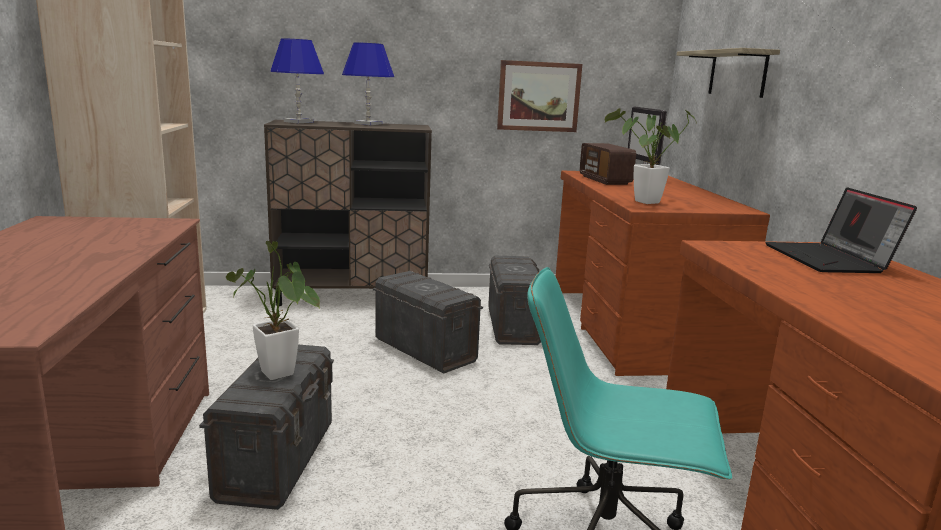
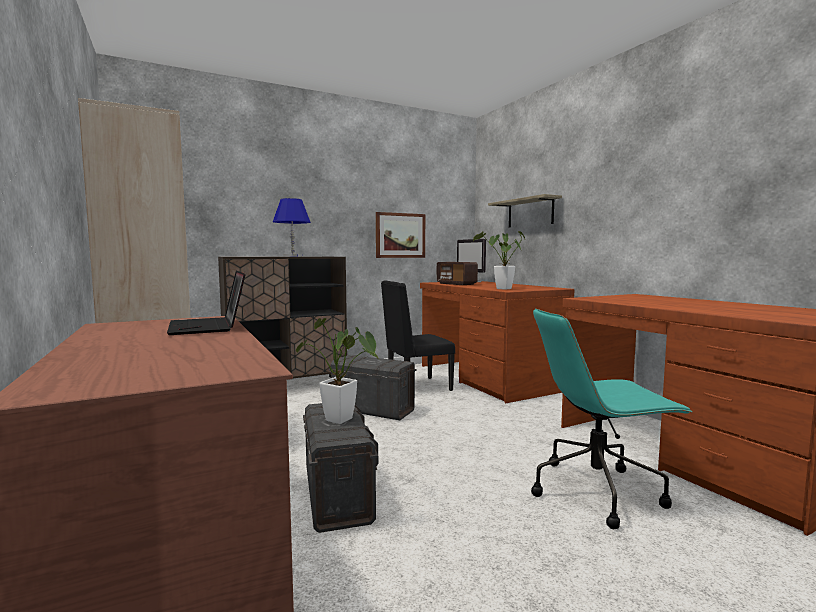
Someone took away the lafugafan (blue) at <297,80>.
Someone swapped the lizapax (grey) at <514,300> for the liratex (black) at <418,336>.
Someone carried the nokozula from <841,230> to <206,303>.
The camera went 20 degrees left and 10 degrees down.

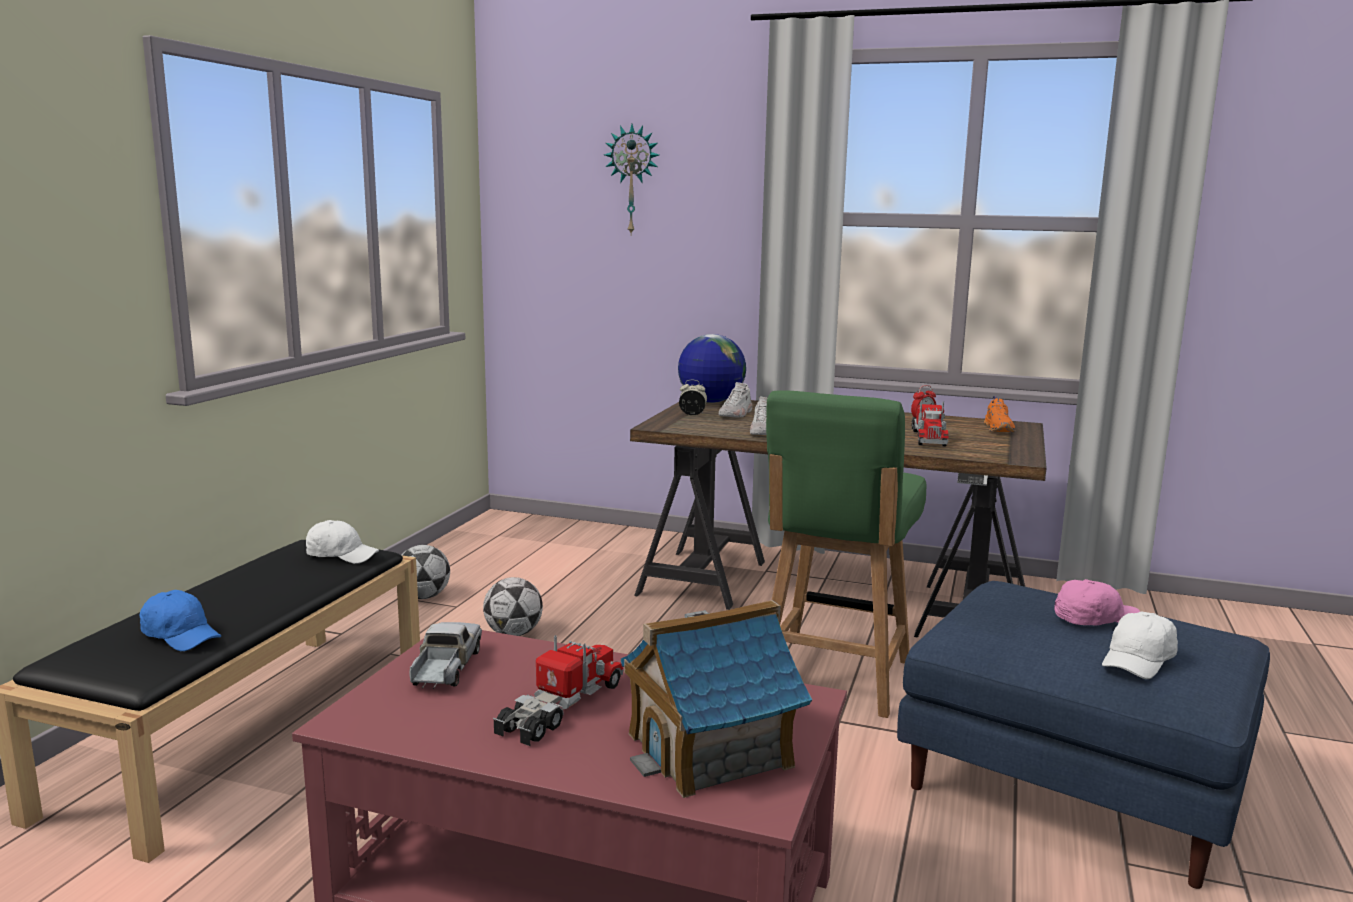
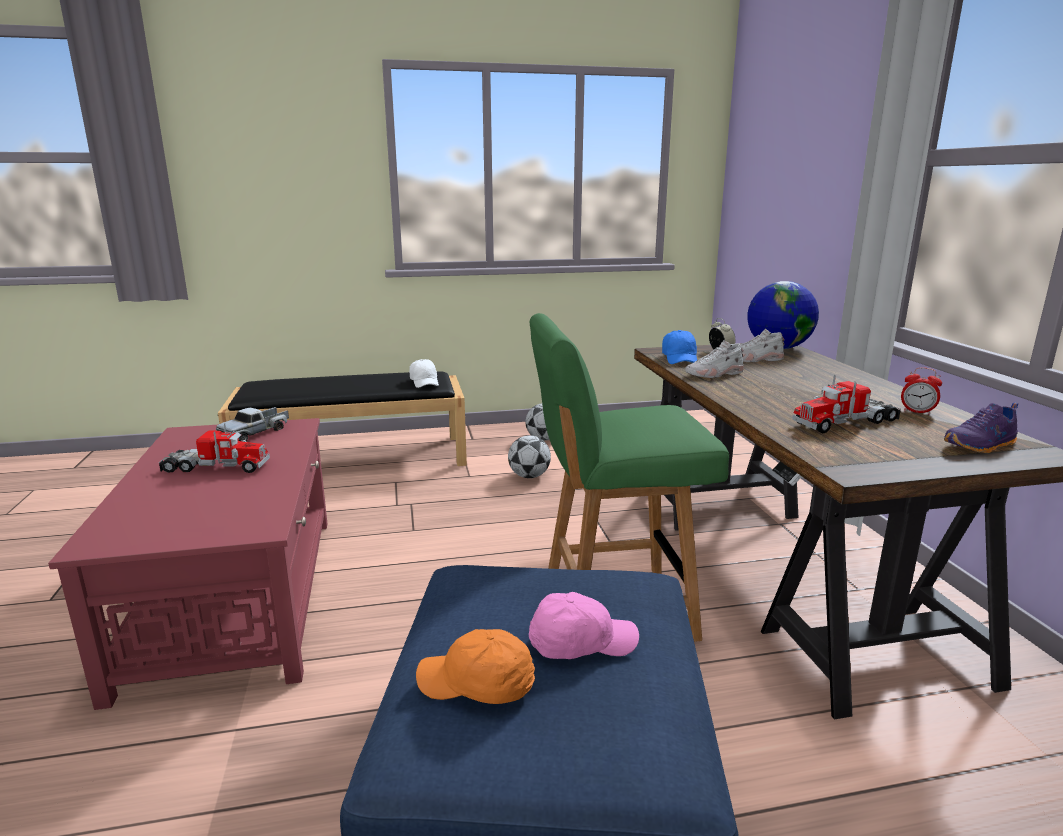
Someone carried the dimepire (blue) from <180,620> to <679,347>.
Someone rotated the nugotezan at <445,655> by 150 degrees clockwise.
Someone took away the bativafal at <631,179>.
Someone took away the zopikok at <716,699>.
Someone repainted the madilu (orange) at <999,414>, which became the madilu (purple) at <981,427>.
Someone rotated the dimepire (pink) at <1097,602> by 60 degrees counterclockwise.
Someone repainted the dimepire (white) at <1140,645>, which became the dimepire (orange) at <475,666>.
The camera went 60 degrees right and 5 degrees up.

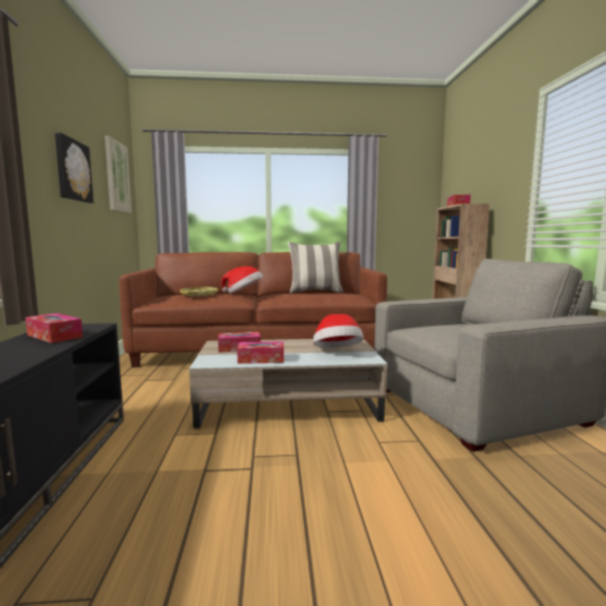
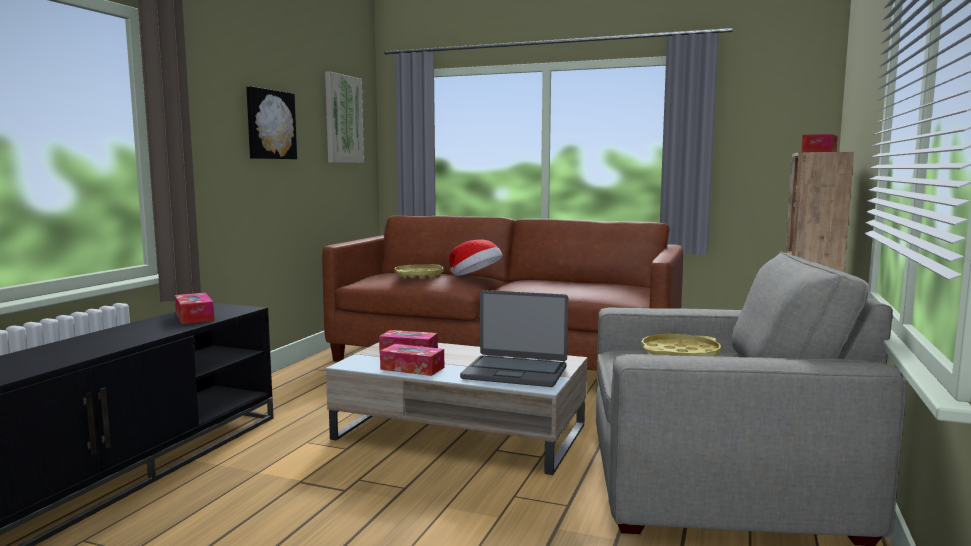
Someone took away the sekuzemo at <316,267>.
Someone swapped the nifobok at <338,331> for the nokozula at <514,338>.
Someone put down the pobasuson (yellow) at <681,345>.
The camera went 25 degrees right and 0 degrees up.

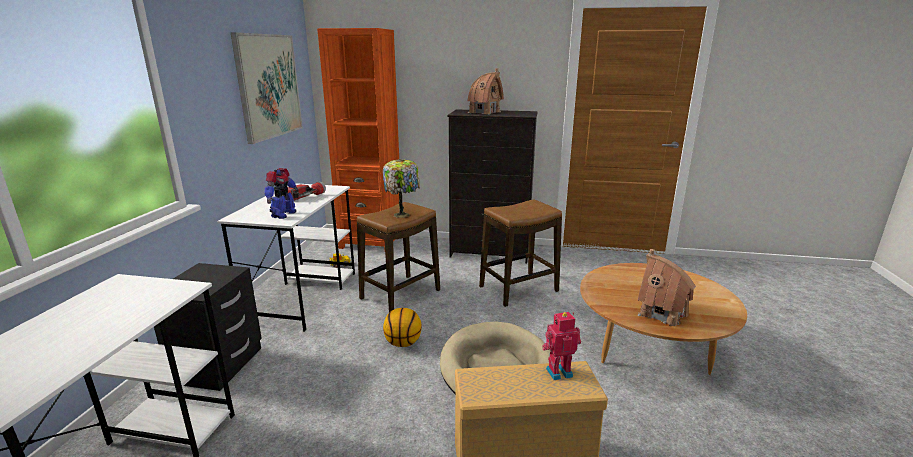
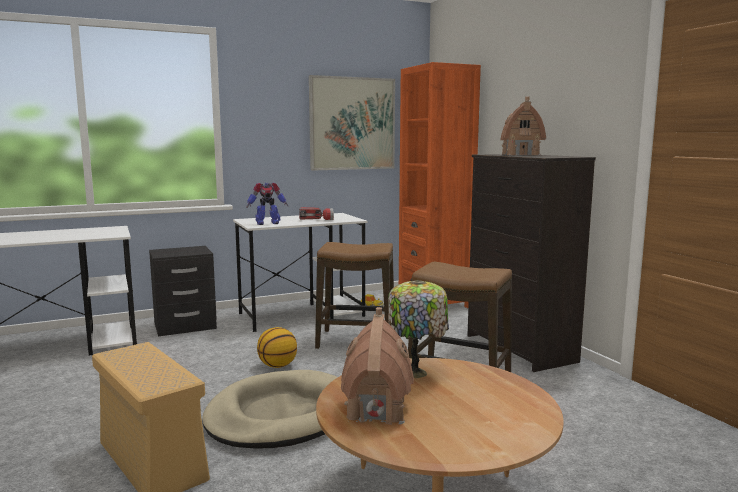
Someone carried the lafugafan from <401,188> to <418,329>.
Someone took away the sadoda at <561,346>.
The camera went 55 degrees right and 10 degrees down.

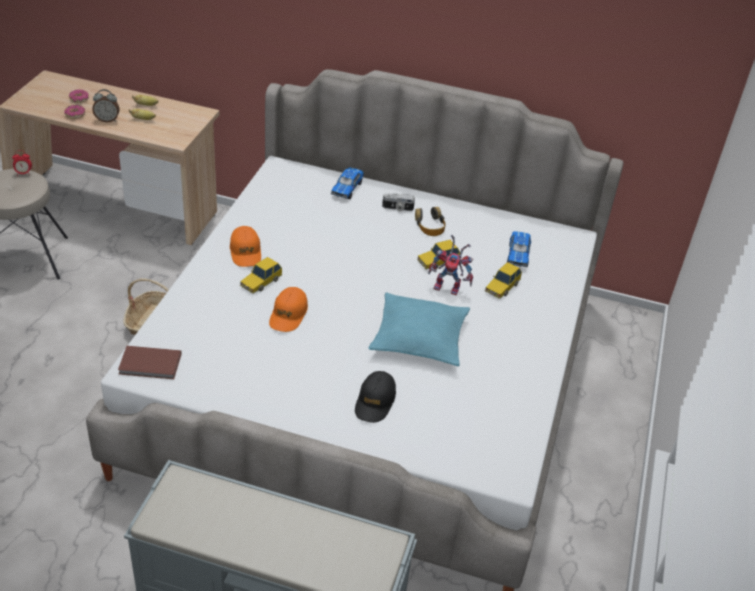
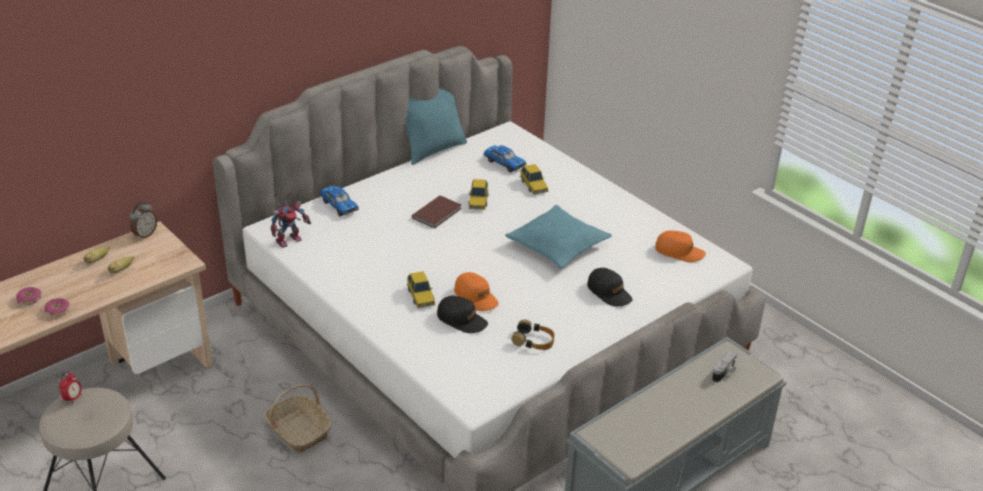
Someone carried the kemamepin from <106,105> to <143,221>.
Someone carried the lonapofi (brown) from <149,362> to <436,212>.
Someone carried the dimepire (orange) from <245,246> to <680,246>.
Someone carried the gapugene from <398,202> to <724,367>.
Someone carried the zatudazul from <430,221> to <533,334>.
Someone carried the sadoda from <450,264> to <291,219>.
Someone put down the sekuzemo (turquoise) at <436,126>.
Someone put down the dimepire (black) at <462,314>.
The camera went 55 degrees left and 5 degrees down.

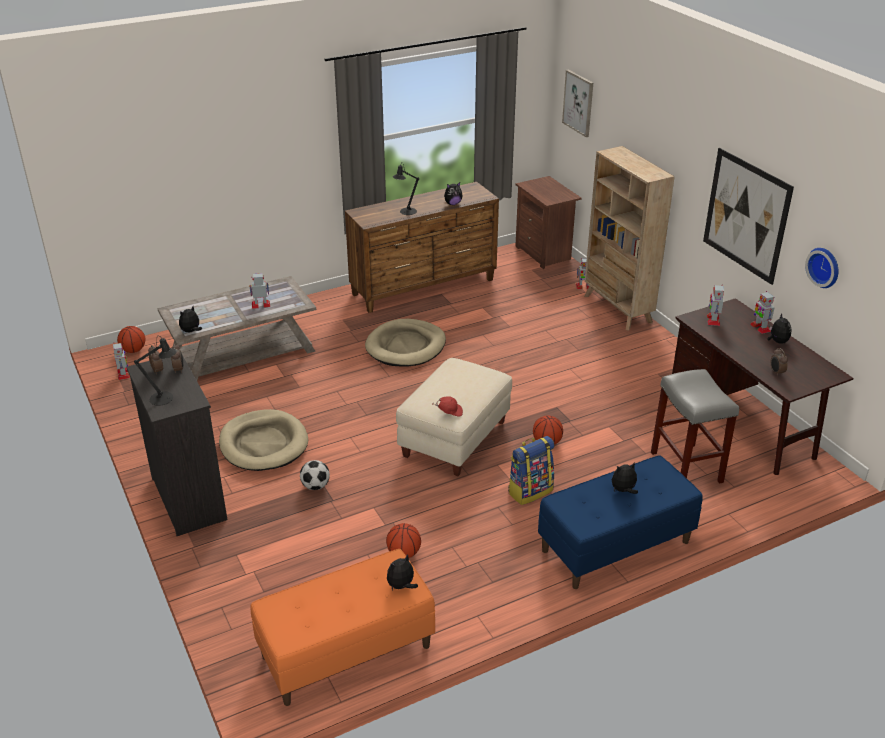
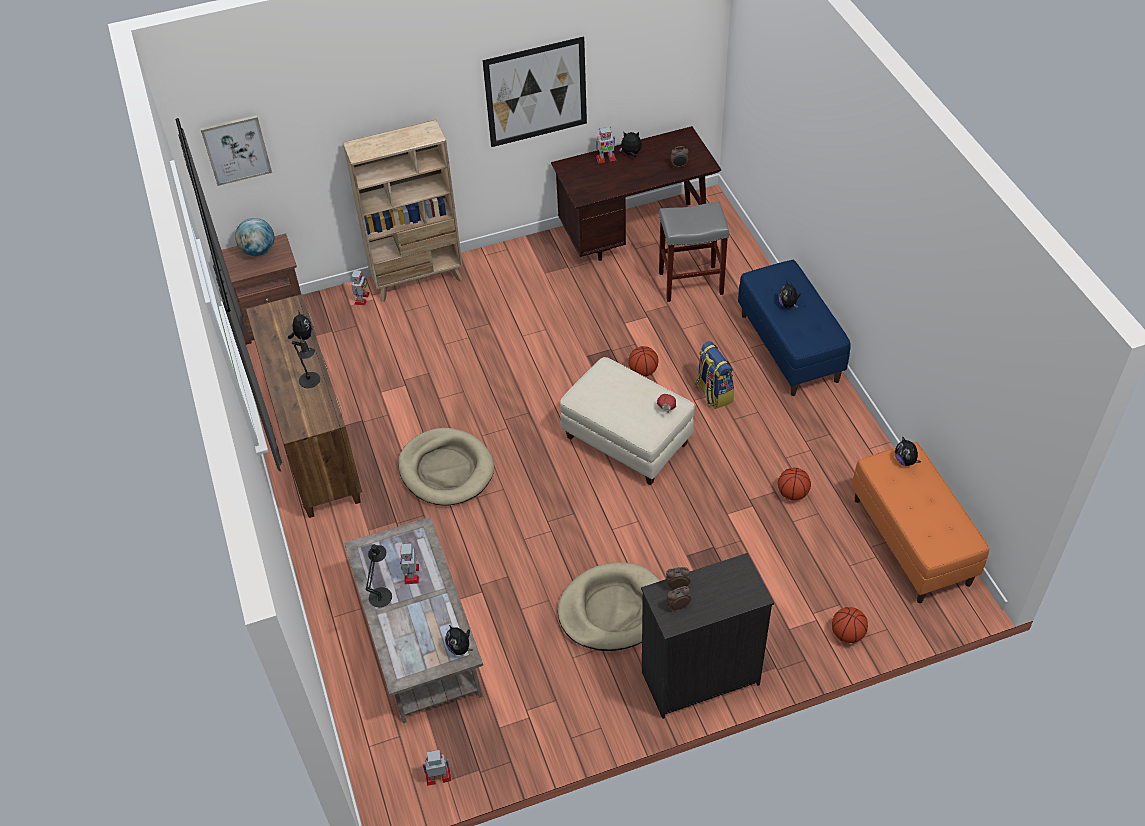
Someone carried the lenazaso from <131,339> to <850,625>.
Someone carried the lafugafan (black) from <155,372> to <379,575>.
Someone took away the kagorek at <315,475>.
Someone took away the sadoda at <715,305>.
Someone took away the bativafal at <821,268>.
Someone put down the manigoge at <254,237>.
The camera went 80 degrees left and 15 degrees up.

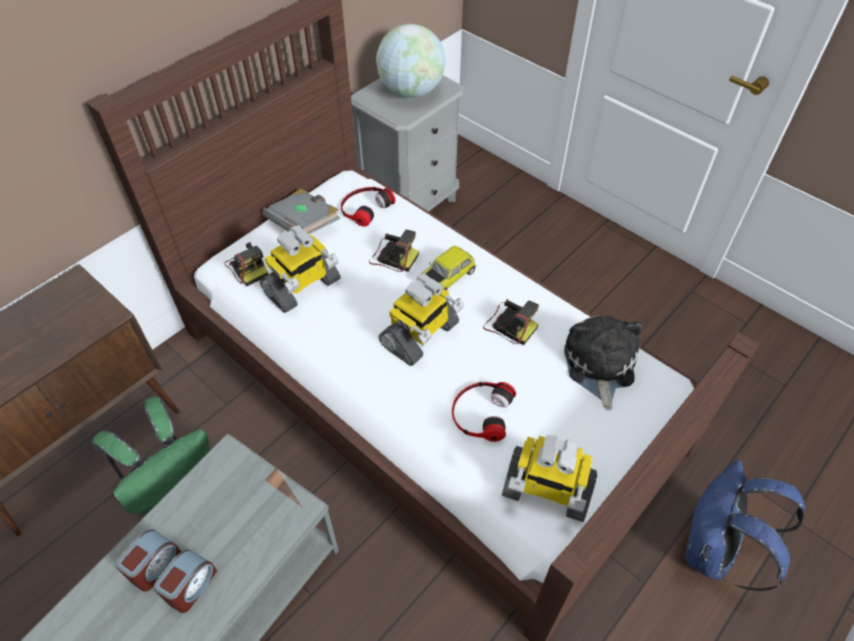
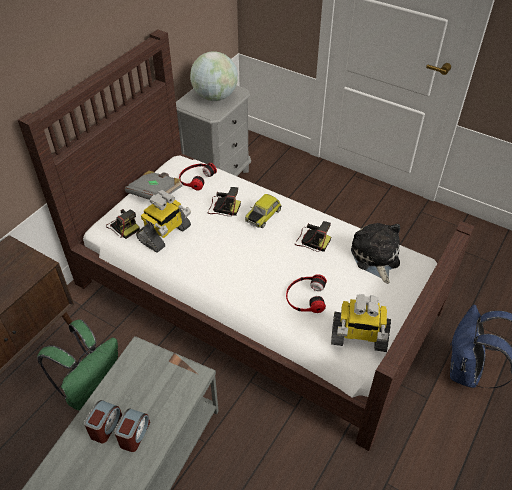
Someone took away the sadoda at <422,319>.
The camera went 10 degrees left and 5 degrees down.

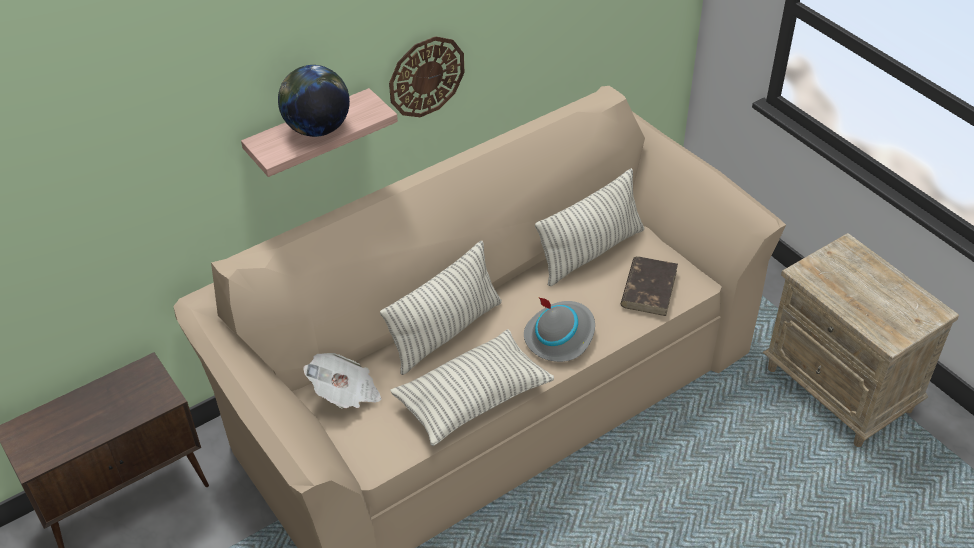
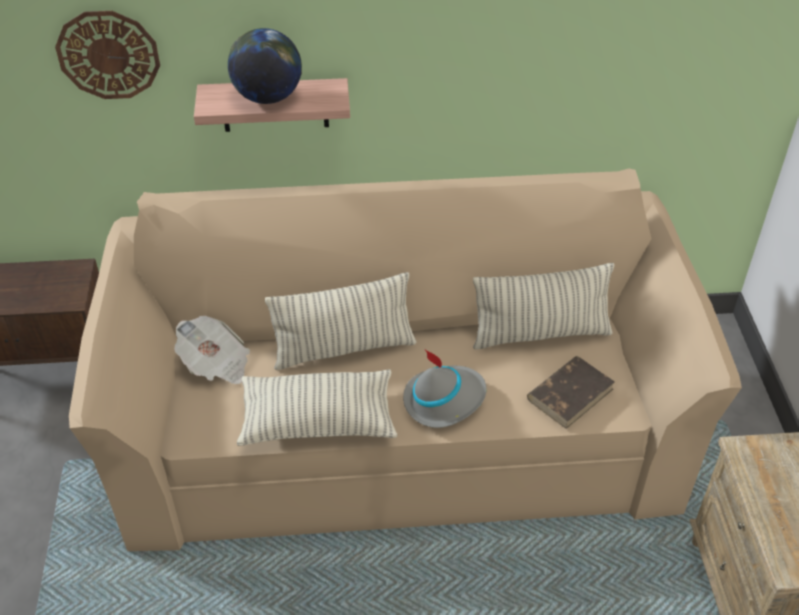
Someone carried the bativafal from <426,76> to <107,55>.
The camera went 30 degrees right and 0 degrees up.

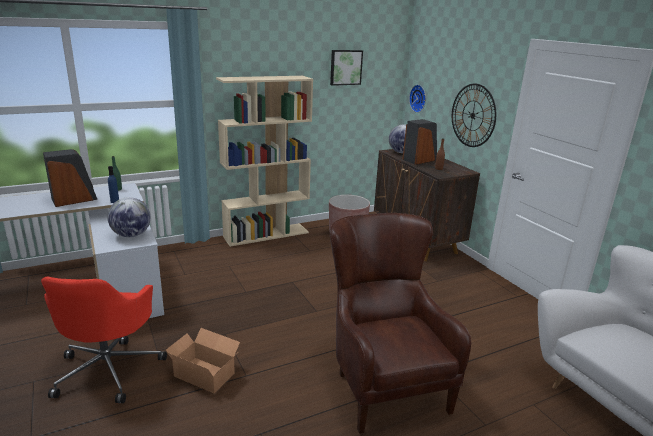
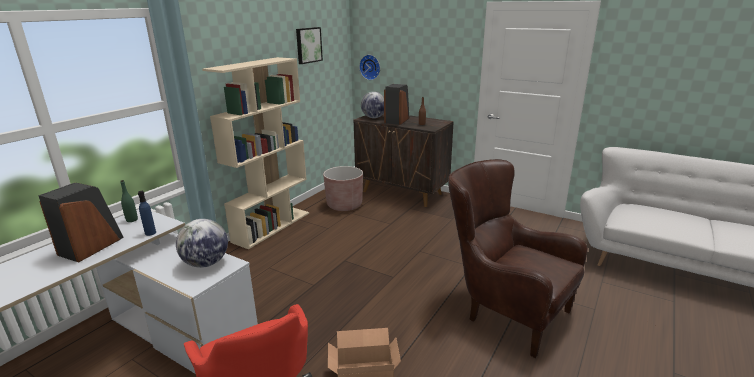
Someone took away the bativafal at <474,115>.
The camera went 30 degrees left and 0 degrees up.

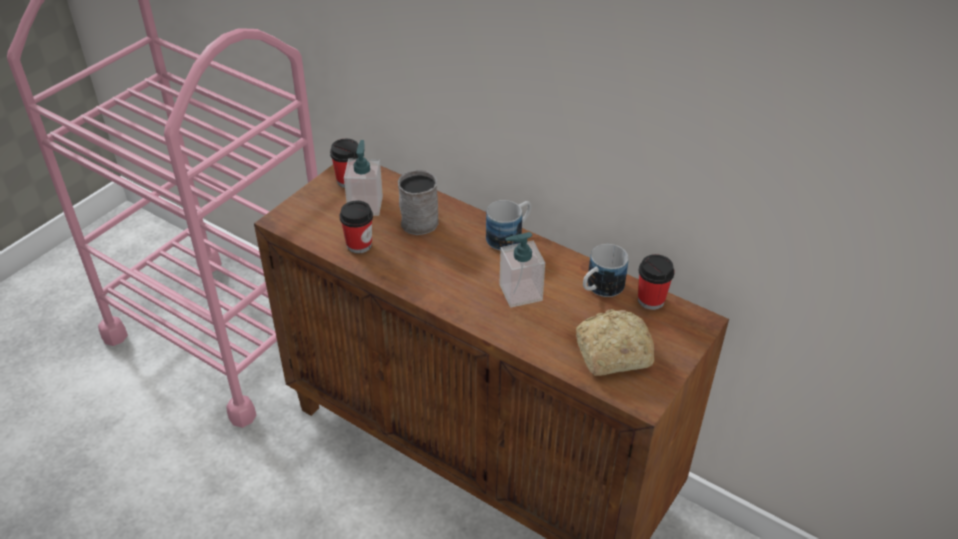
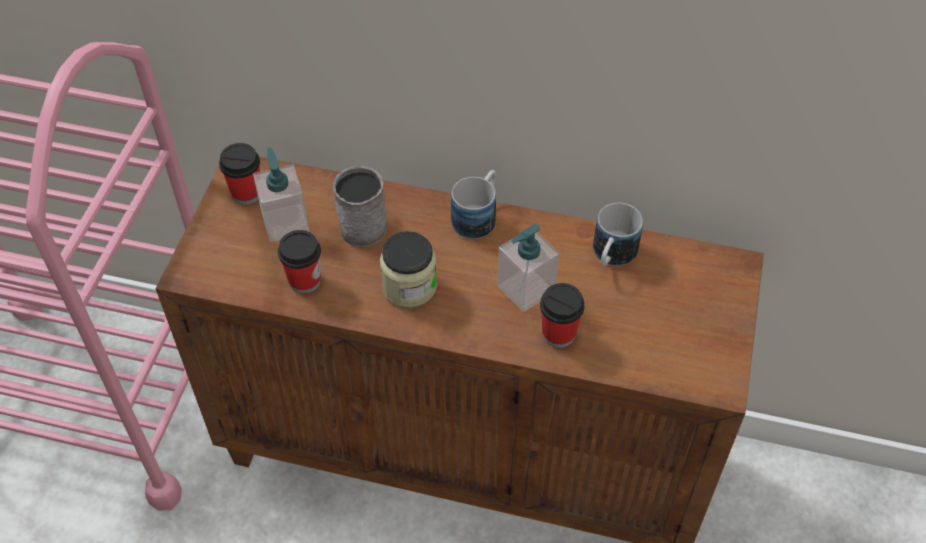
Someone took away the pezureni at <615,342>.
Someone carried the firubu from <656,282> to <562,315>.
Someone put down the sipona at <408,269>.
The camera went 20 degrees left and 10 degrees up.

